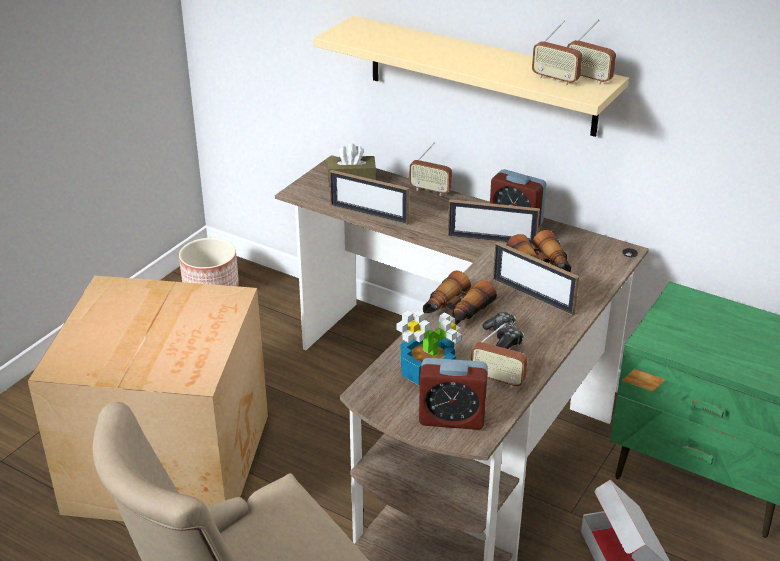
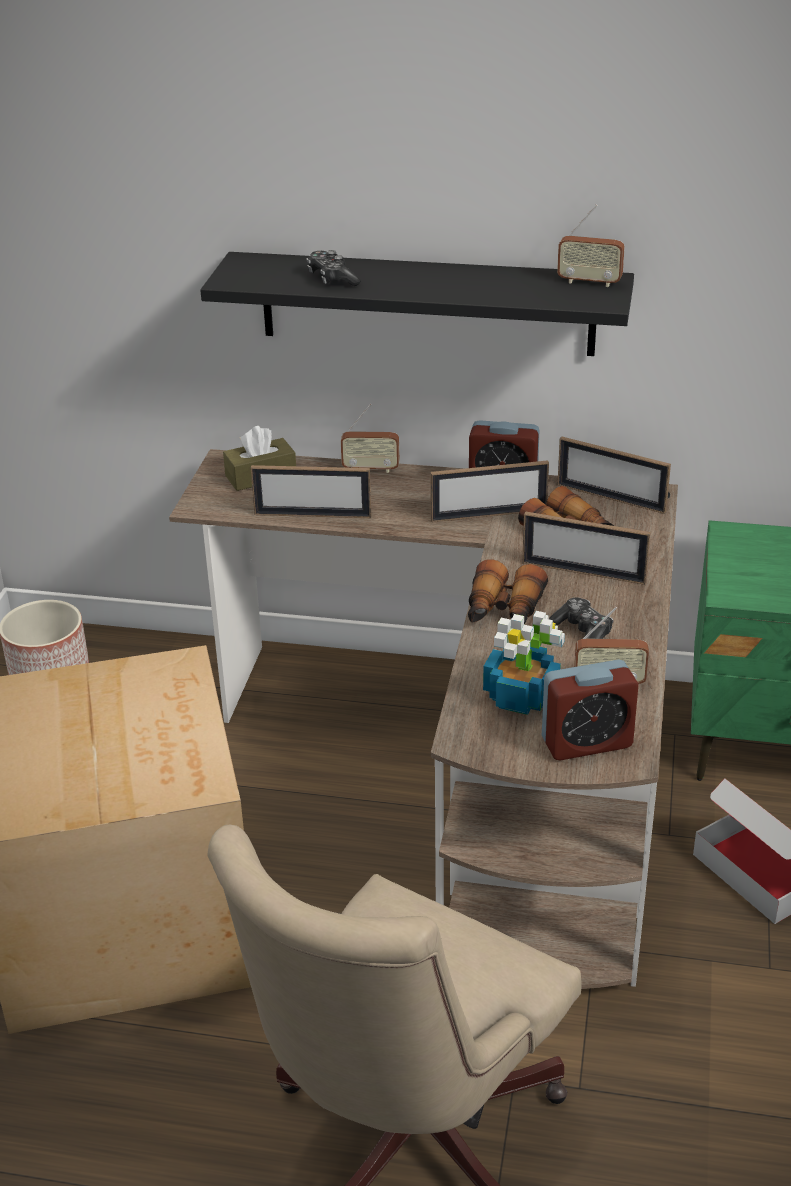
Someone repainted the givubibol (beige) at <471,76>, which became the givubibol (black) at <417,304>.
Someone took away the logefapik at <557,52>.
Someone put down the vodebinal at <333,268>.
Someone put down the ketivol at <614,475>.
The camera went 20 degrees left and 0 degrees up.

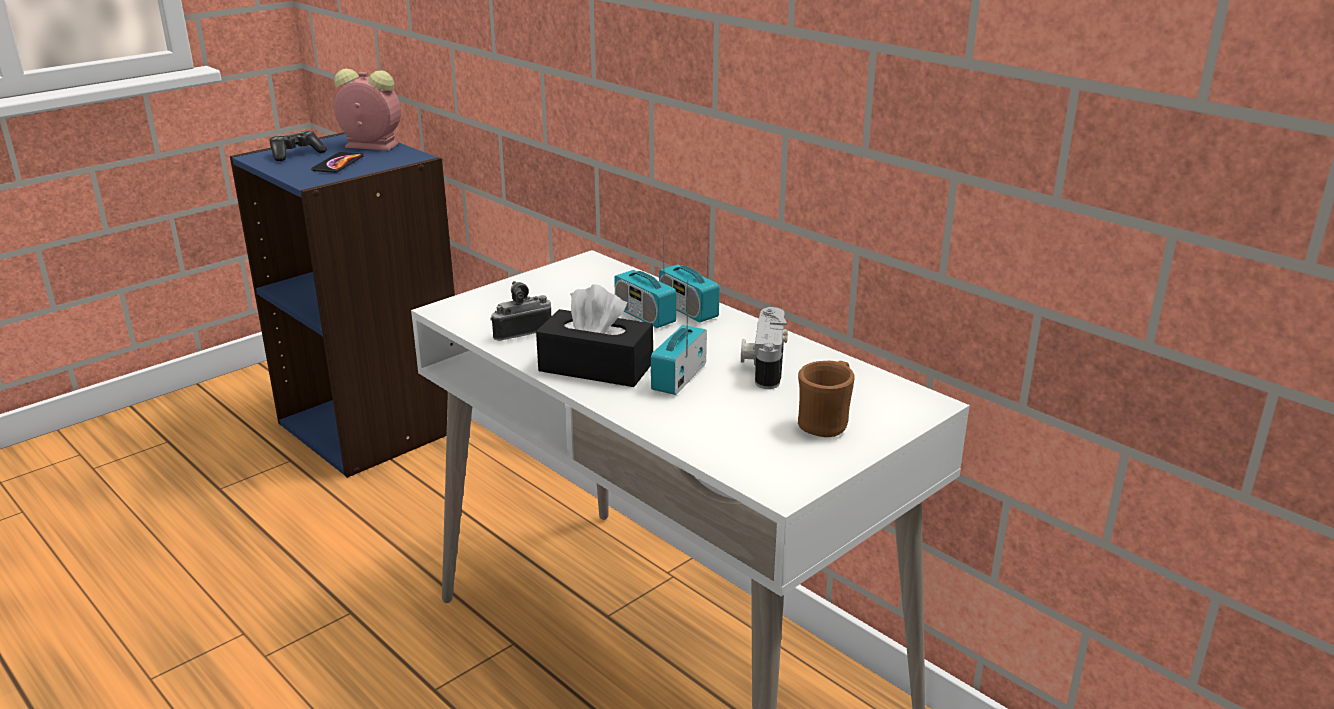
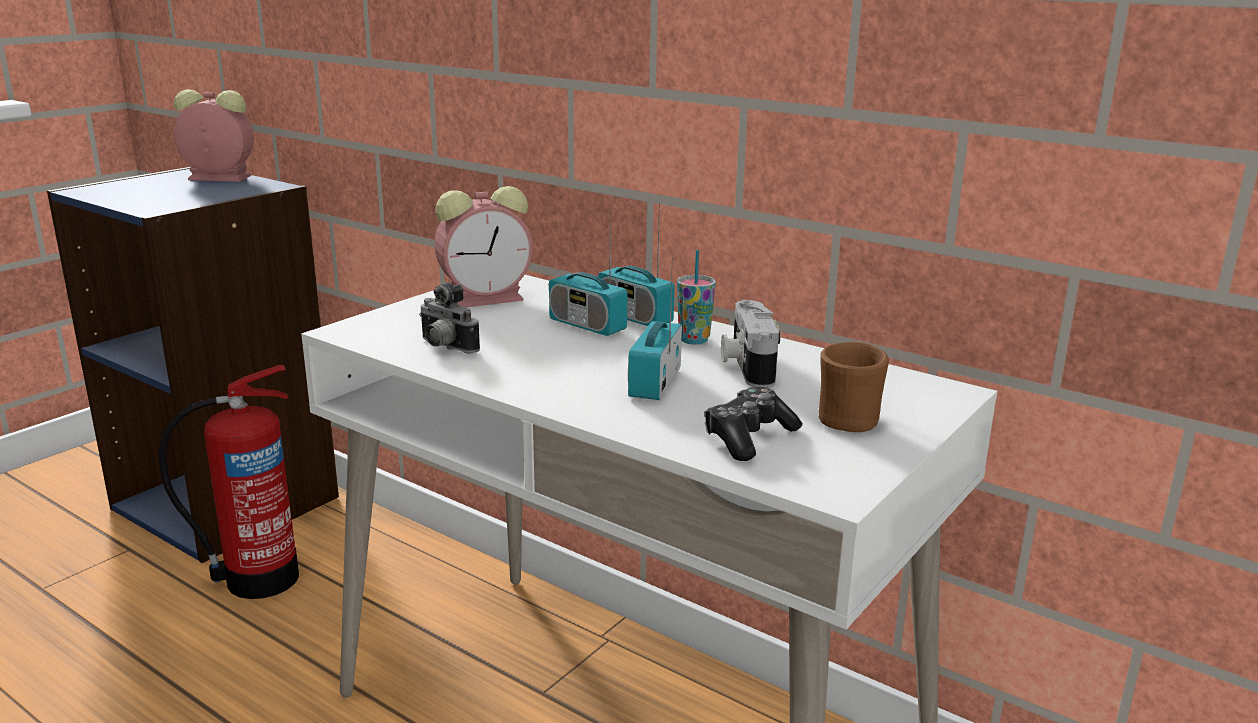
Someone carried the vodebinal from <298,146> to <753,424>.
Someone took away the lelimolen at <337,162>.
Someone rotated the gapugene at <520,311> by 105 degrees counterclockwise.
Someone took away the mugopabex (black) at <594,335>.
Someone put down the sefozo at <229,482>.
Someone put down the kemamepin at <483,246>.
Someone put down the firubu at <696,297>.
The camera went 10 degrees left and 5 degrees down.

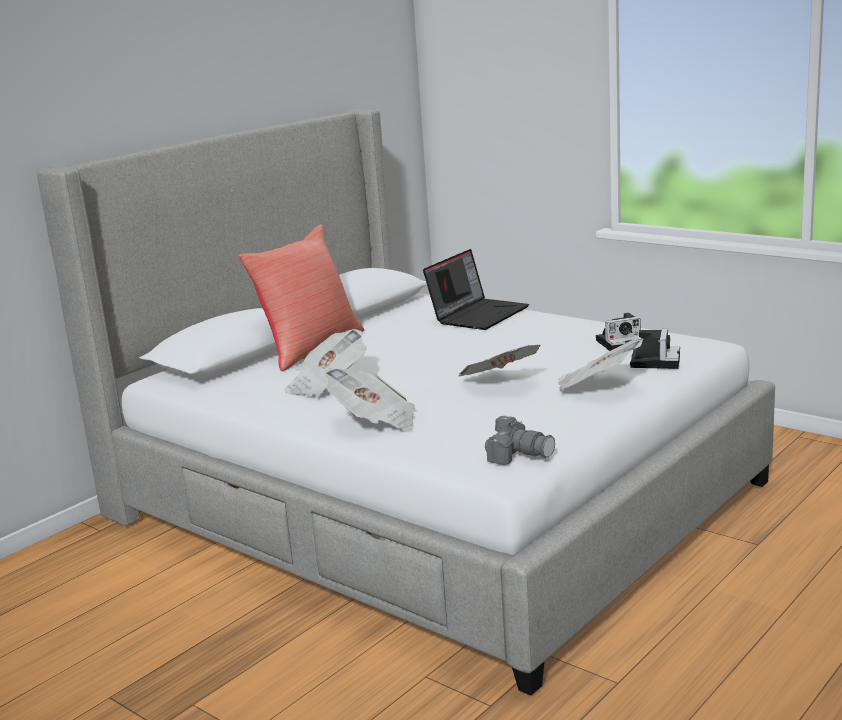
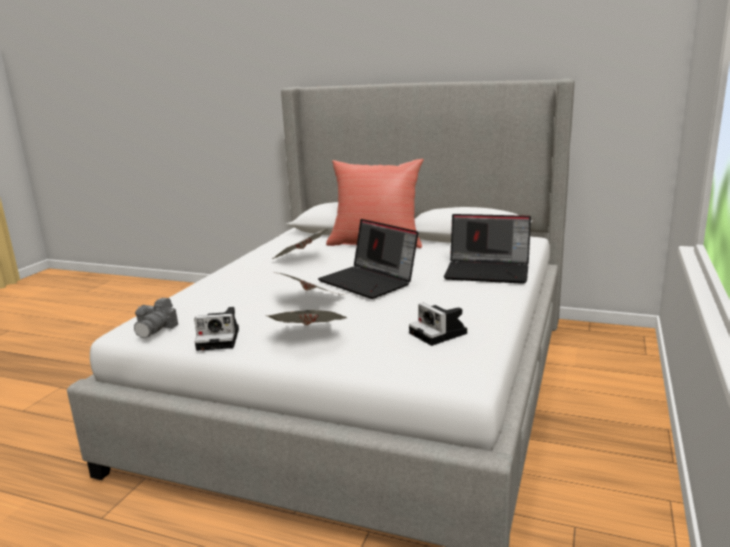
Someone took away the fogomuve at <370,399>.
Someone carried the gapugene from <655,349> to <216,329>.
Someone put down the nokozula at <368,259>.
The camera went 70 degrees right and 0 degrees up.

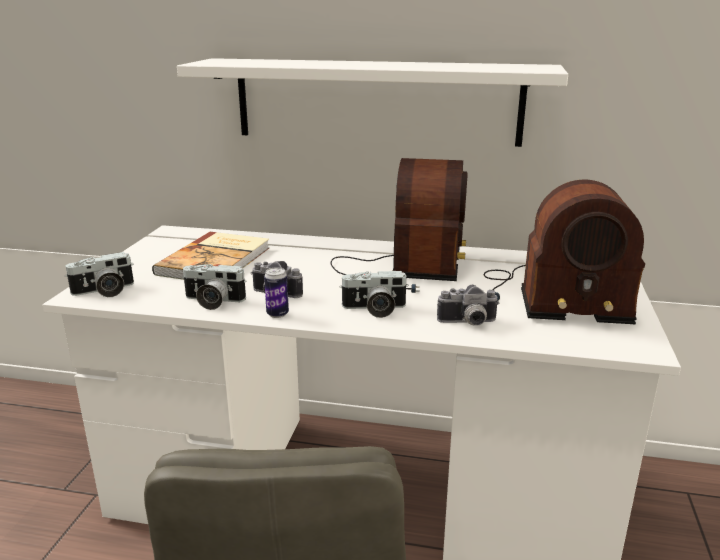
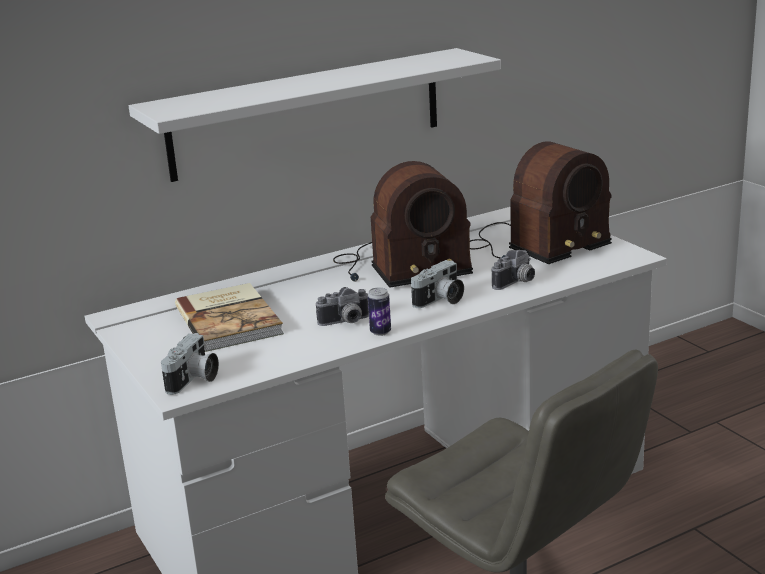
Someone took away the gapugene at <214,287>.
Someone rotated the logefapik at <399,225> by 105 degrees clockwise.
The camera went 40 degrees left and 0 degrees up.

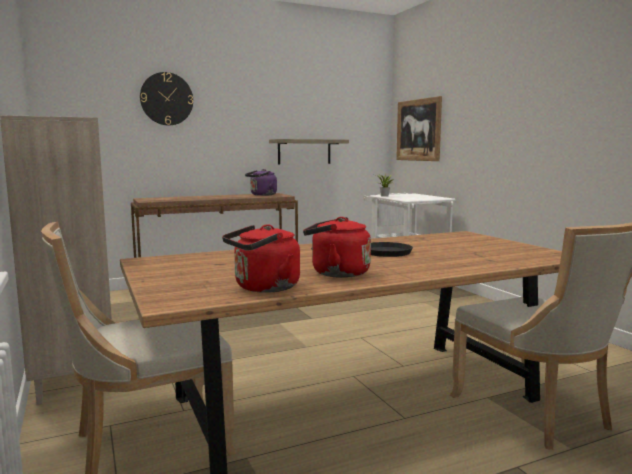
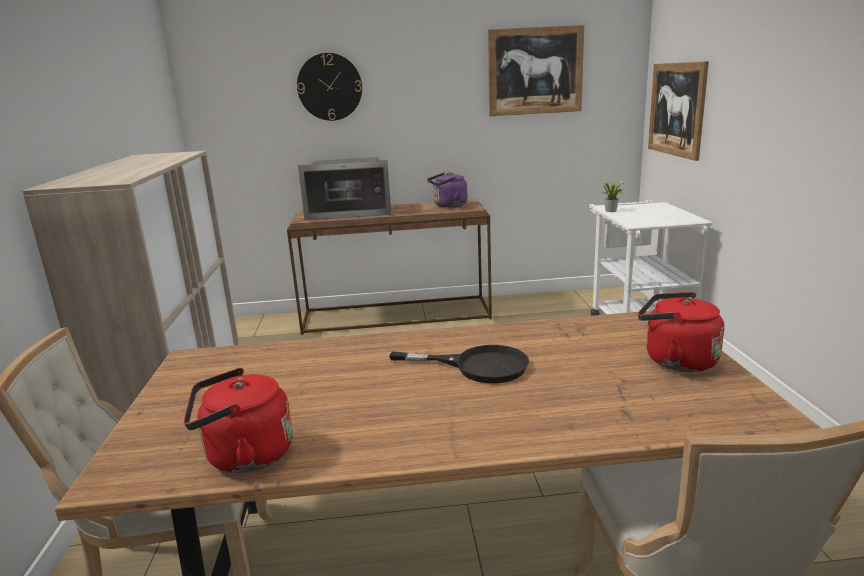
Someone took away the givubibol at <309,151>.
Someone carried the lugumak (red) from <337,247> to <681,332>.
Someone put down the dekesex at <344,188>.
Someone put up the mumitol at <536,70>.
The camera went 20 degrees right and 10 degrees up.

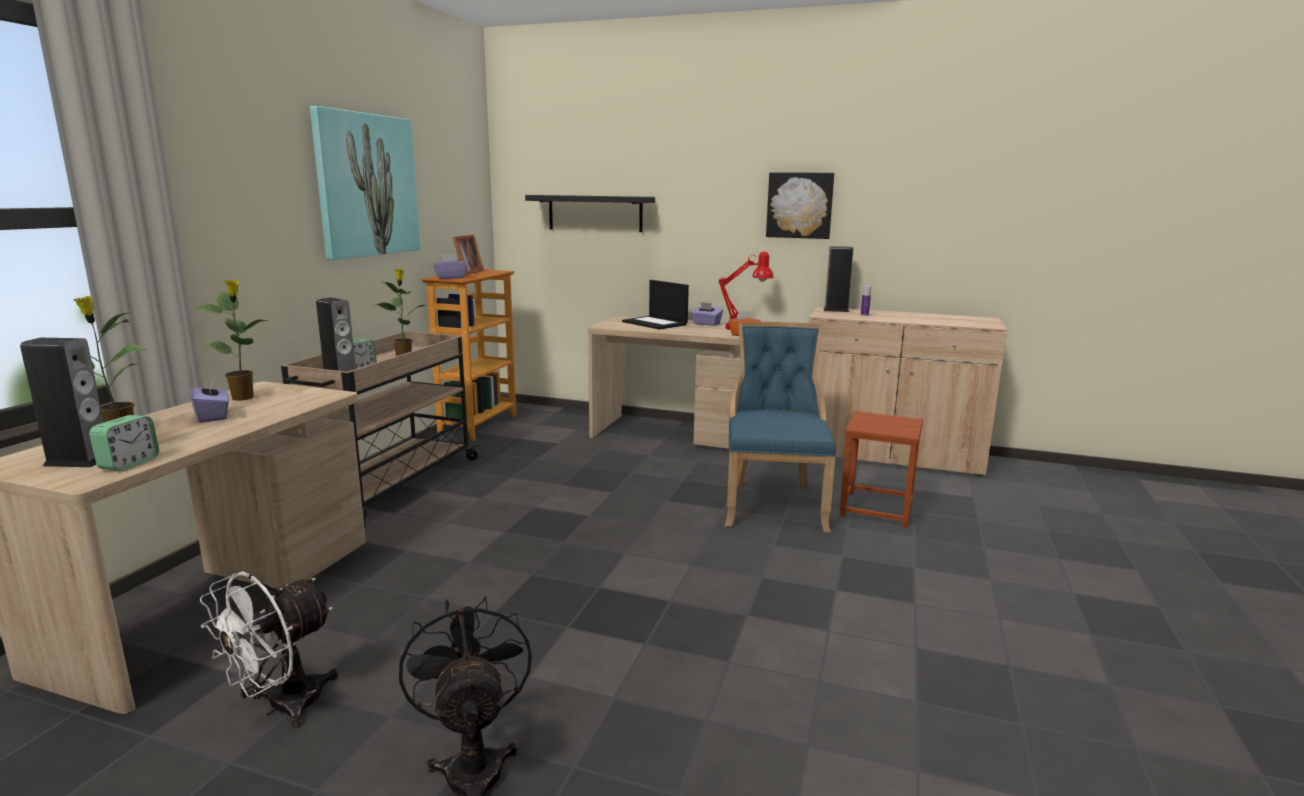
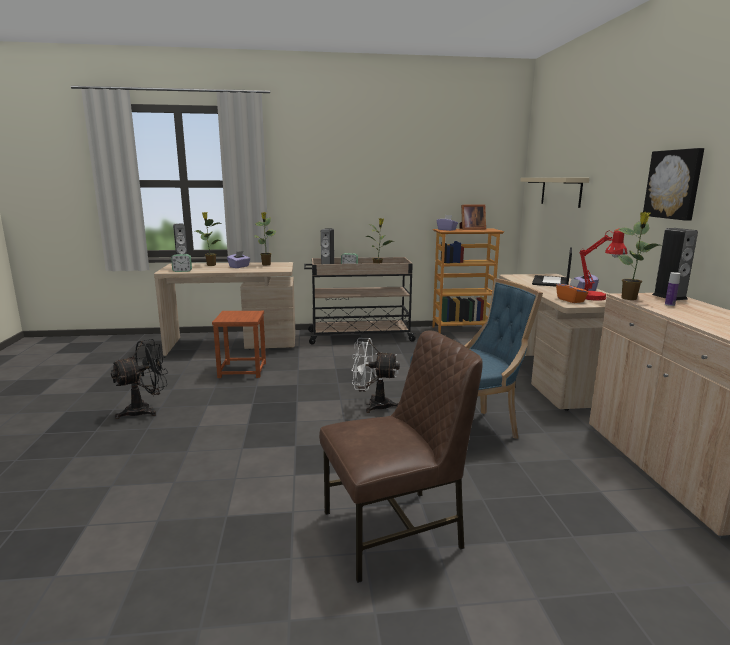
Someone carried the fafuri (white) from <269,649> to <375,375>.
Someone took away the mumitol at <365,183>.
Someone repainted the givubibol (black) at <590,213>, which became the givubibol (beige) at <554,193>.
Someone carried the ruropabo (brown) from <881,469> to <239,344>.
Someone put down the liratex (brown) at <401,457>.
Someone put down the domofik at <637,256>.
The camera went 65 degrees right and 0 degrees up.

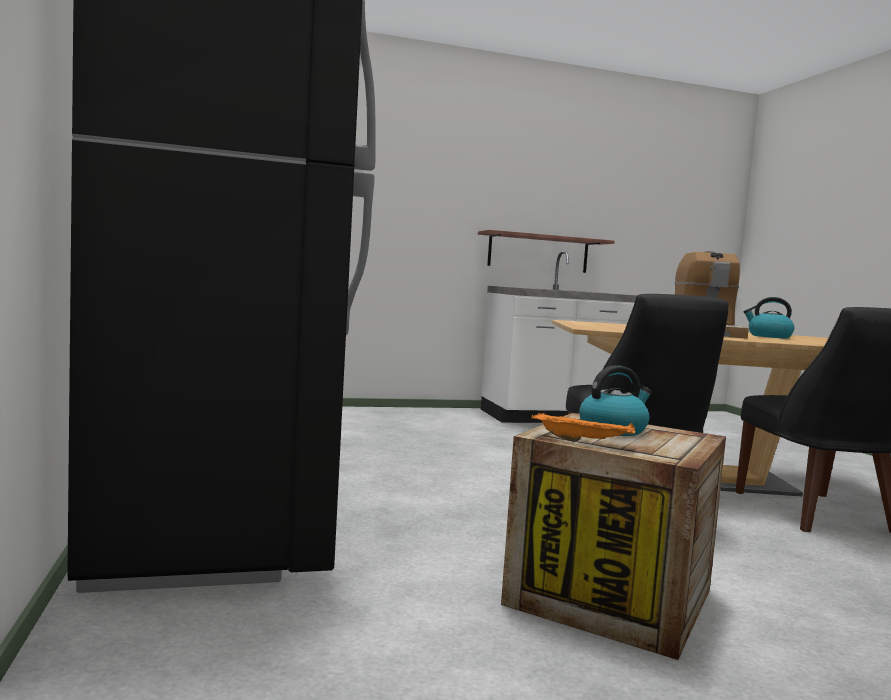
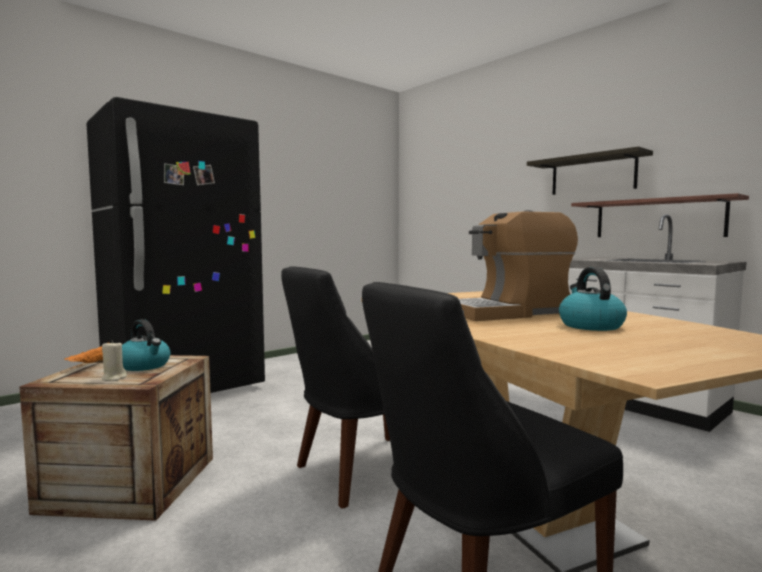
Someone put down the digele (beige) at <114,360>.
Someone put up the givubibol at <590,170>.
The camera went 65 degrees right and 0 degrees up.

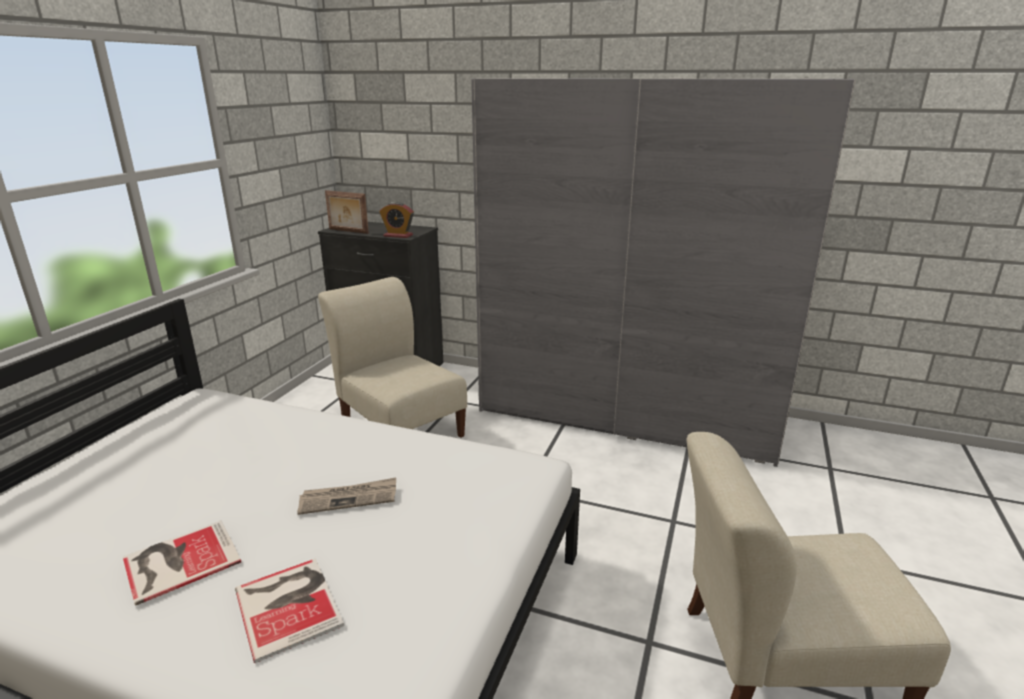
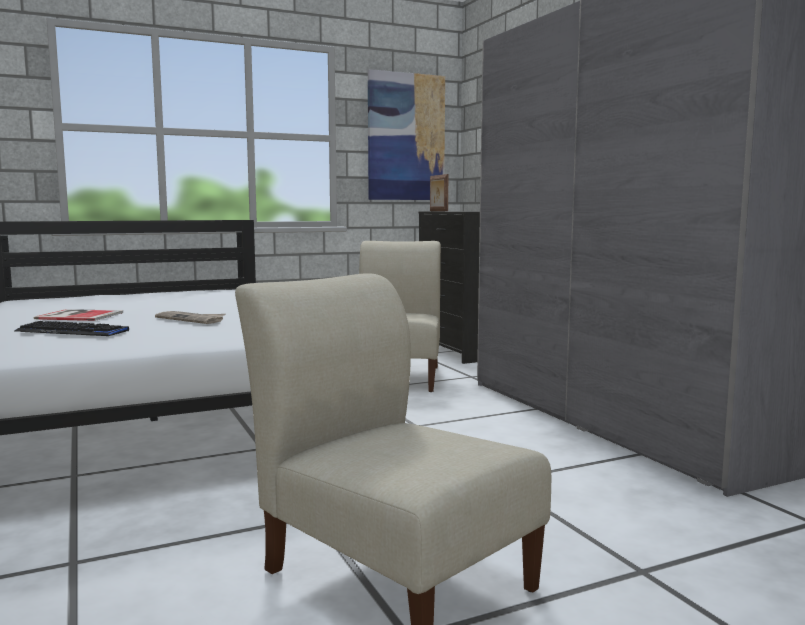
Someone swapped the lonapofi at <289,610> for the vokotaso at <72,328>.
Someone took away the kemamepin at <397,220>.
Someone put up the mumitol at <406,134>.
The camera went 45 degrees right and 15 degrees down.

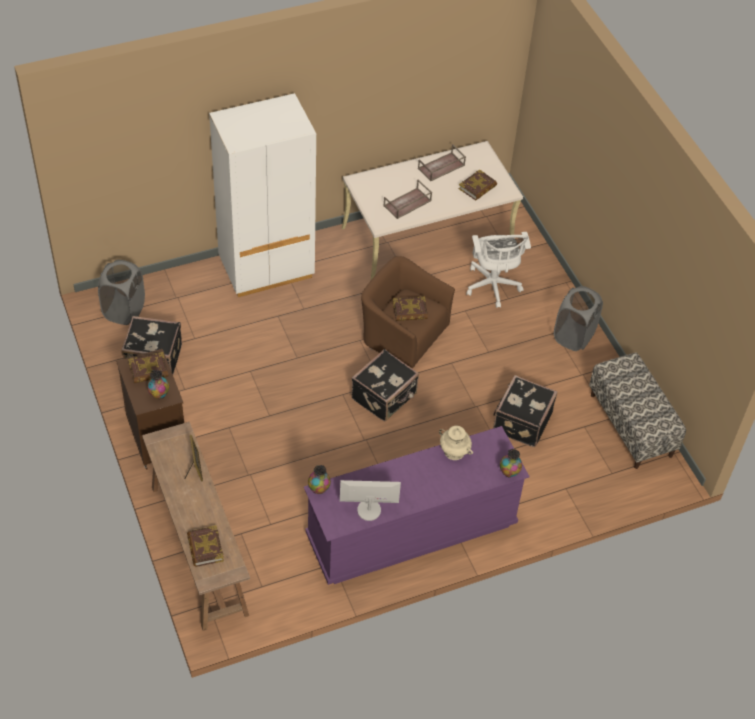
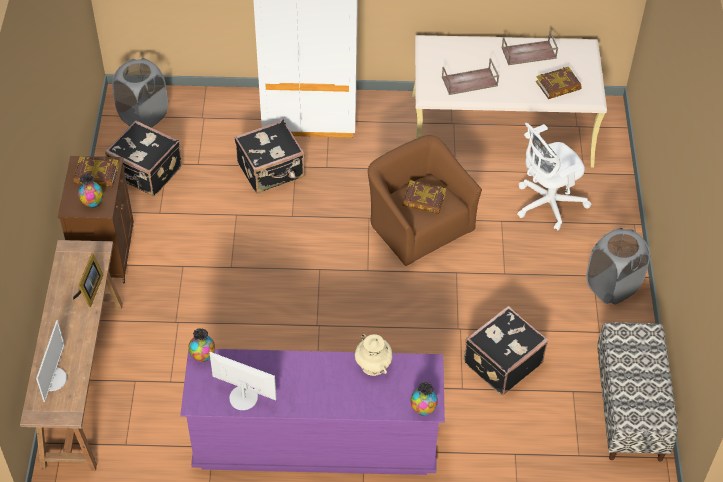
Someone swapped the lonapofi at <205,546> for the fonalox at <51,361>.
Someone carried the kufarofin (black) from <385,385> to <269,157>.
Someone rotated the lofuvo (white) at <498,270> by 45 degrees clockwise.
The camera went 25 degrees right and 0 degrees up.

